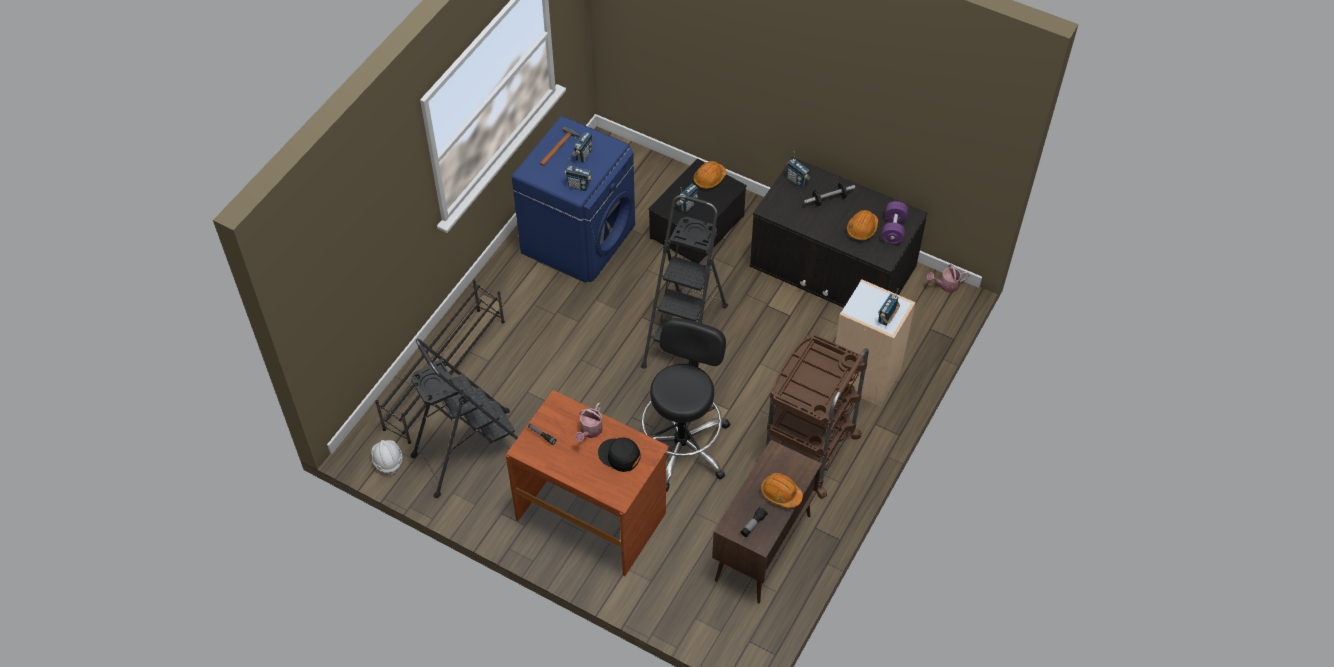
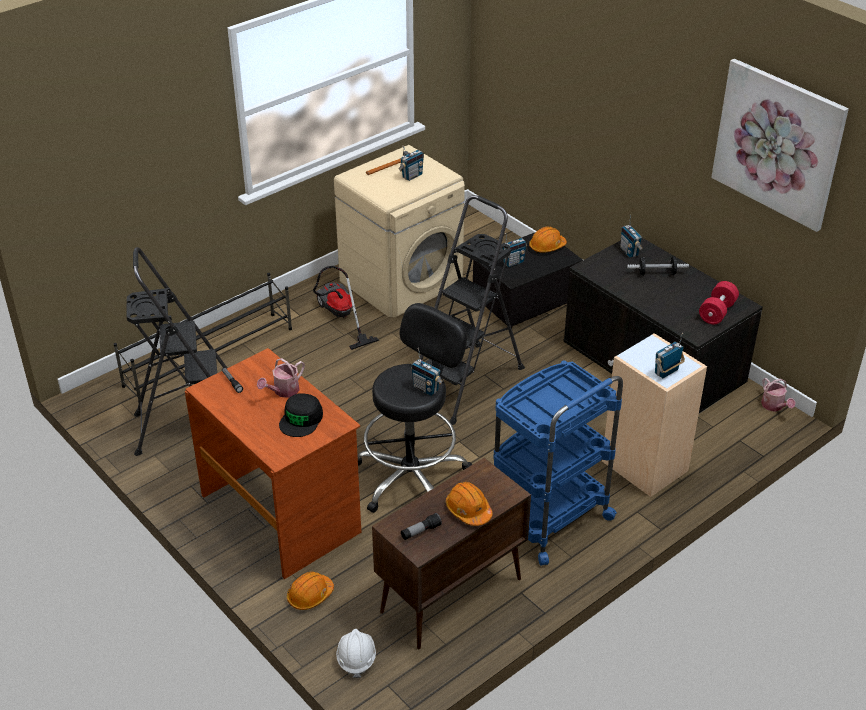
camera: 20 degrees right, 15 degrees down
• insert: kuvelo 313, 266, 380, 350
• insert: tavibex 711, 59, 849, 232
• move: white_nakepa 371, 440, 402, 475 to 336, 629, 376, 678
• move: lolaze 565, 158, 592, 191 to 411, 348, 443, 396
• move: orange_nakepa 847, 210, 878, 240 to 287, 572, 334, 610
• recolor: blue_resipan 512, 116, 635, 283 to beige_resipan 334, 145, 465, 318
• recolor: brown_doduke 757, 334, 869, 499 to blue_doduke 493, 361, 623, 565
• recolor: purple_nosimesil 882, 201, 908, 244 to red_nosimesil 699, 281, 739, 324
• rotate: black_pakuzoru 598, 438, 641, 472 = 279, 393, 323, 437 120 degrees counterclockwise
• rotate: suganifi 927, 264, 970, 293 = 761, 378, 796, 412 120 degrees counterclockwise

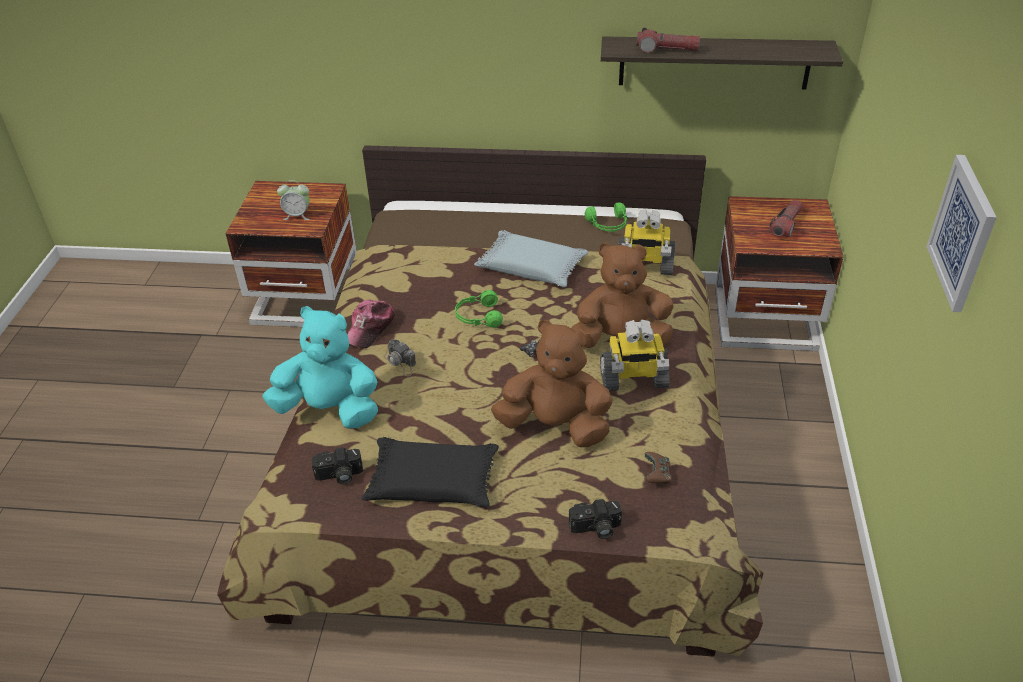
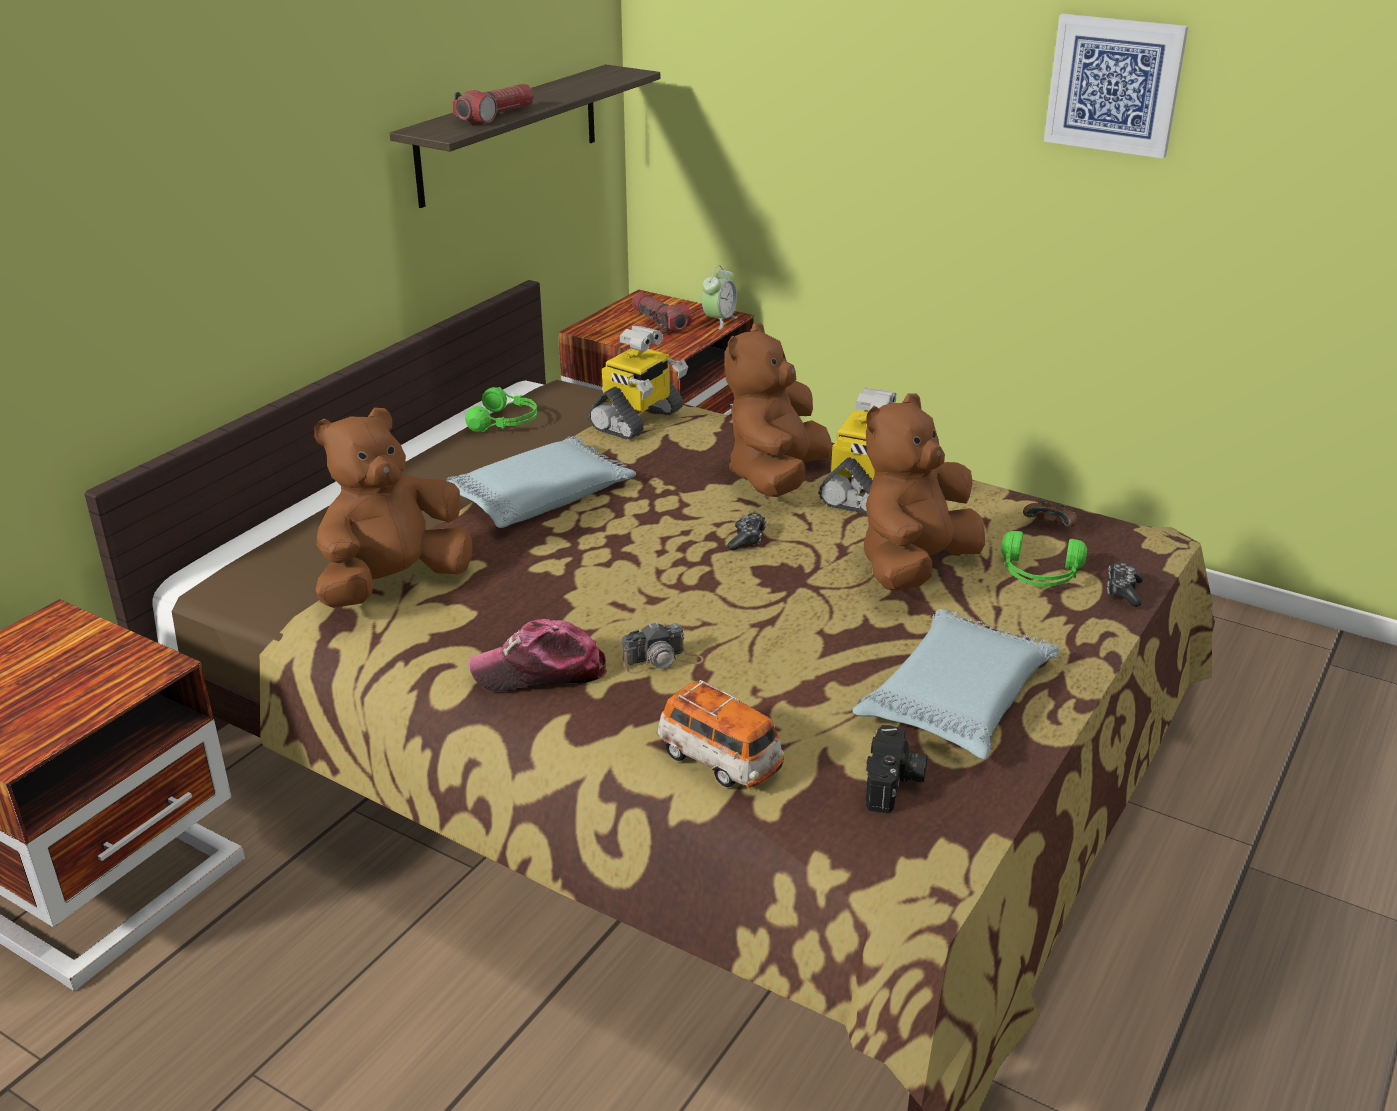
camera: 65 degrees left, 10 degrees down
• insert: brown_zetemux 314, 408, 472, 608
• move: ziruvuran 277, 180, 310, 220 to 702, 265, 737, 329
• move: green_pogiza 455, 290, 503, 328 to 1001, 531, 1087, 587
• replace: turquoise_zetemux 262, 306, 378, 428 to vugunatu 657, 680, 784, 788
• replace: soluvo 569, 499, 622, 539 to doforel 1107, 562, 1143, 607
• recolor: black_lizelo 361, 437, 499, 508 to blue_lizelo 852, 609, 1059, 759
• rotate: pakuzoru 347, 300, 395, 348 = 468, 619, 607, 691 120 degrees clockwise

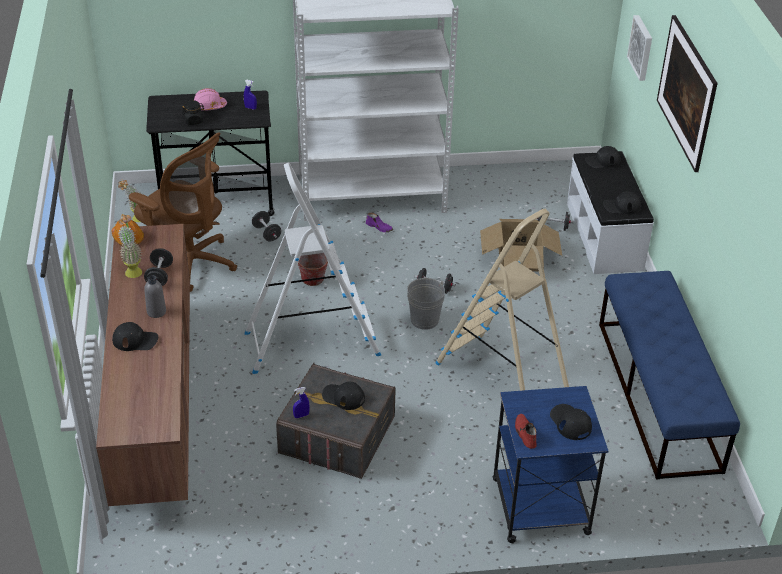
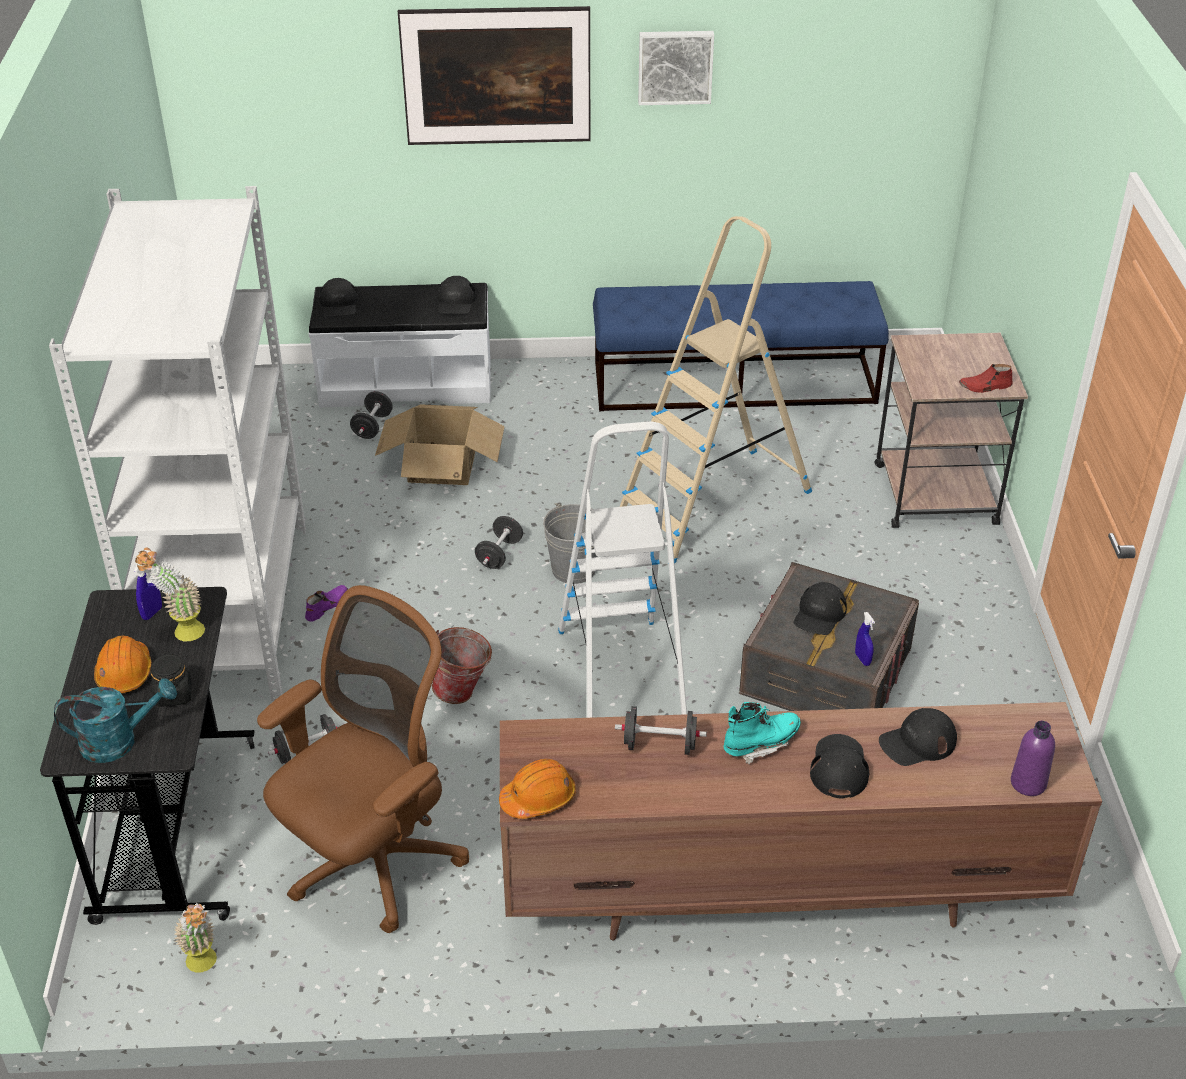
camera: 85 degrees left, 0 degrees up
• insert: turquoise_suganifi 54, 678, 177, 763
• insert: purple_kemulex 1011, 721, 1055, 796
• move: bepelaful 118, 214, 142, 278 to 135, 548, 205, 641
• move: black_pakuzoru 550, 404, 592, 440 to 879, 708, 957, 766
• move: tavibex 627, 15, 652, 81 to 638, 31, 714, 105
• replace: grey_kemulex 144, 275, 166, 318 to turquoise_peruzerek 724, 702, 801, 765
• recolor: pink_nakepa 194, 88, 227, 111 to orange_nakepa 94, 636, 151, 694
• recolor: blue_doduke 493, 386, 608, 543 to brown_doduke 874, 333, 1028, 528

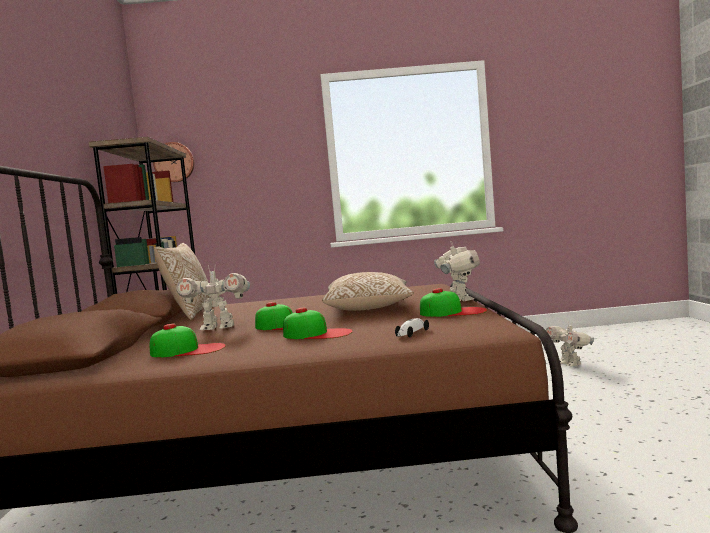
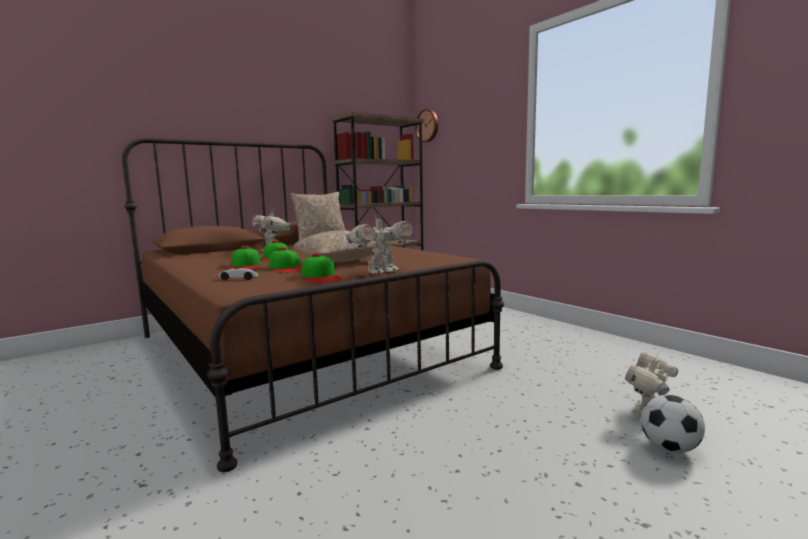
camera: 55 degrees right, 5 degrees up
• insert: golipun 641, 395, 705, 453
• move: pakuzoru 150, 324, 226, 358 to 269, 247, 302, 273

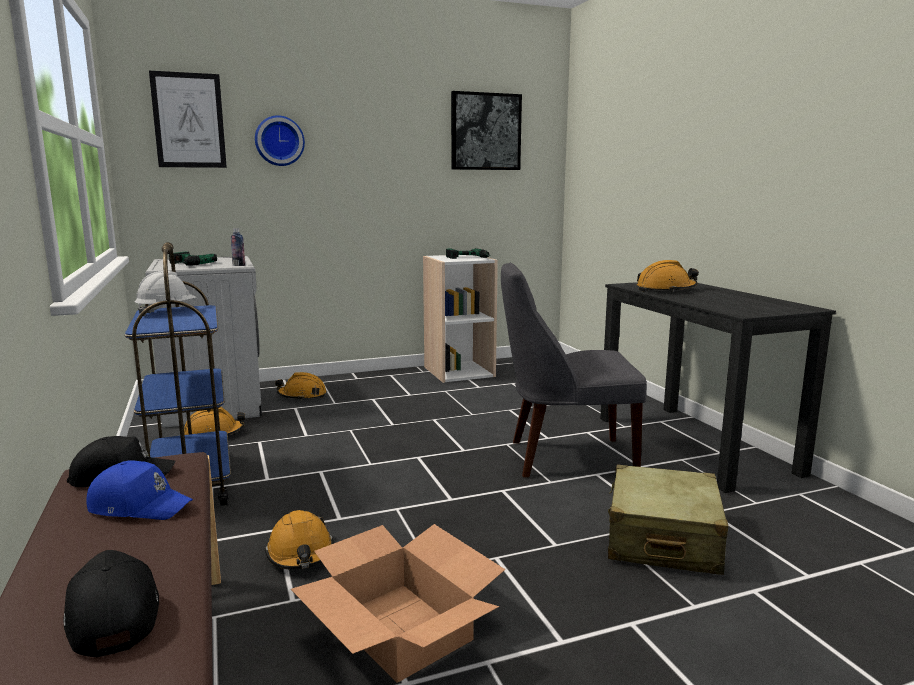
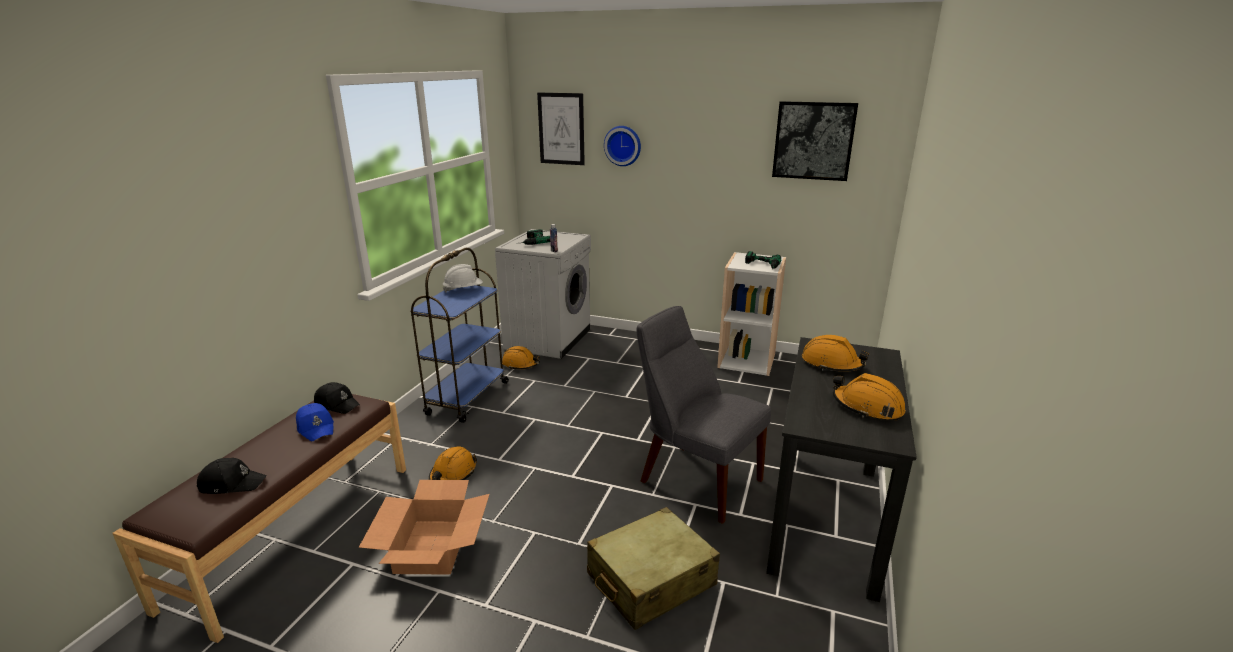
camera: 40 degrees right, 10 degrees up
• move: orange_nakepa 275, 372, 327, 400 to 833, 373, 906, 421
• rotate: black_pakuzoru 63, 550, 159, 657 = 197, 458, 267, 494 75 degrees clockwise

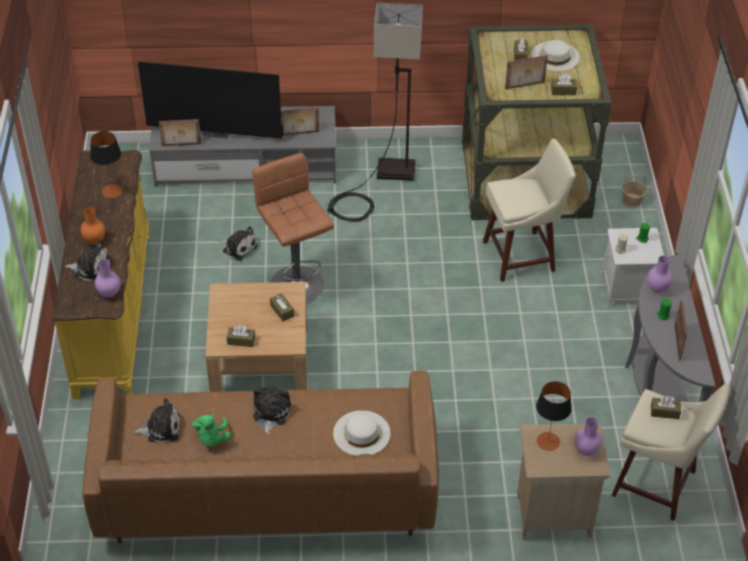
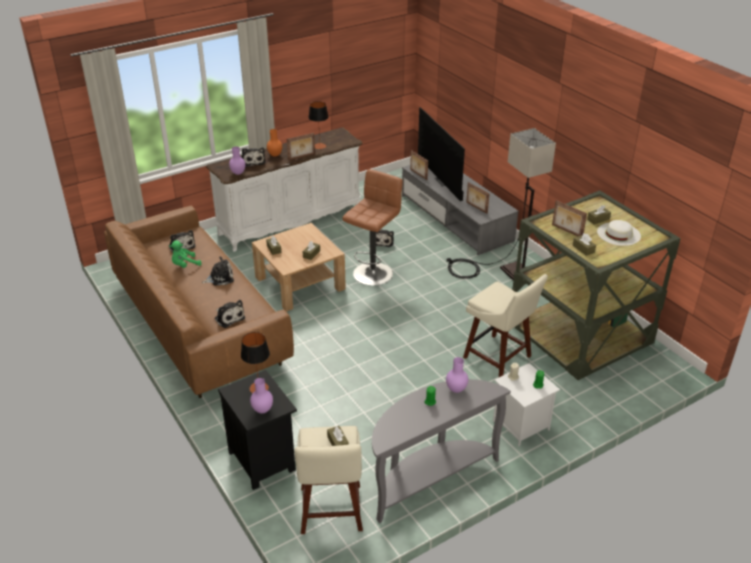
camera: 60 degrees right, 10 degrees down
• delete: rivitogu 622, 174, 647, 208
• move: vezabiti 675, 299, 687, 361 to 287, 133, 315, 161
• replace: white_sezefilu 333, 410, 391, 456 to zetemux 214, 300, 245, 328
• recolor: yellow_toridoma 53, 150, 150, 399 to white_toridoma 206, 127, 363, 252
• recolor: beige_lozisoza 517, 423, 610, 540 to black_lozisoza 218, 370, 297, 490

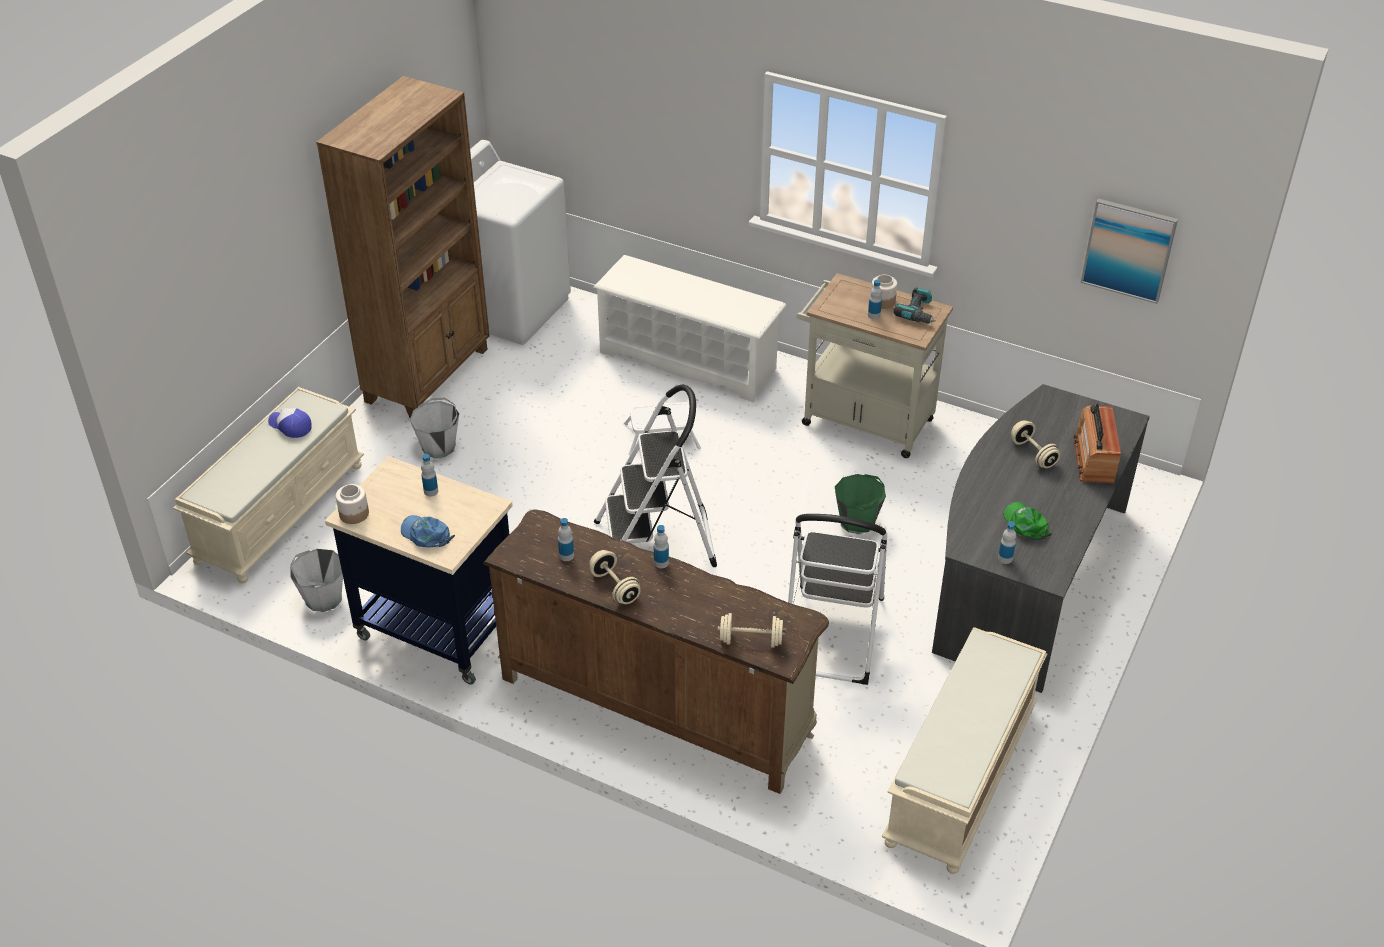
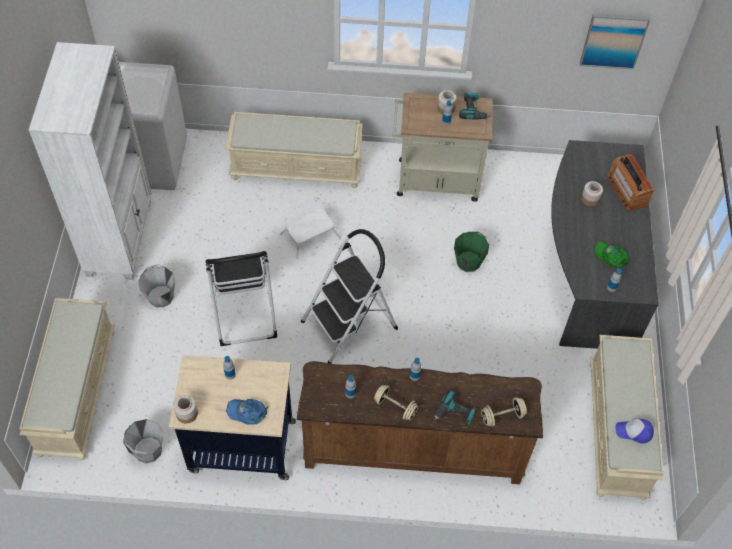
camera: 25 degrees left, 15 degrees up
• insert: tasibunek 434, 390, 476, 424
• move: pakuzoru 268, 408, 312, 438 to 616, 418, 654, 443
• move: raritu 788, 514, 887, 685 to 205, 251, 277, 346
• replace: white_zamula 593, 255, 786, 403 to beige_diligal 225, 112, 363, 188
• replace: beige_nosimesil 1011, 420, 1060, 468 to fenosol 581, 181, 603, 206
• recolor: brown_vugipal 316, 76, 490, 418 to white_vugipal 29, 42, 152, 280

